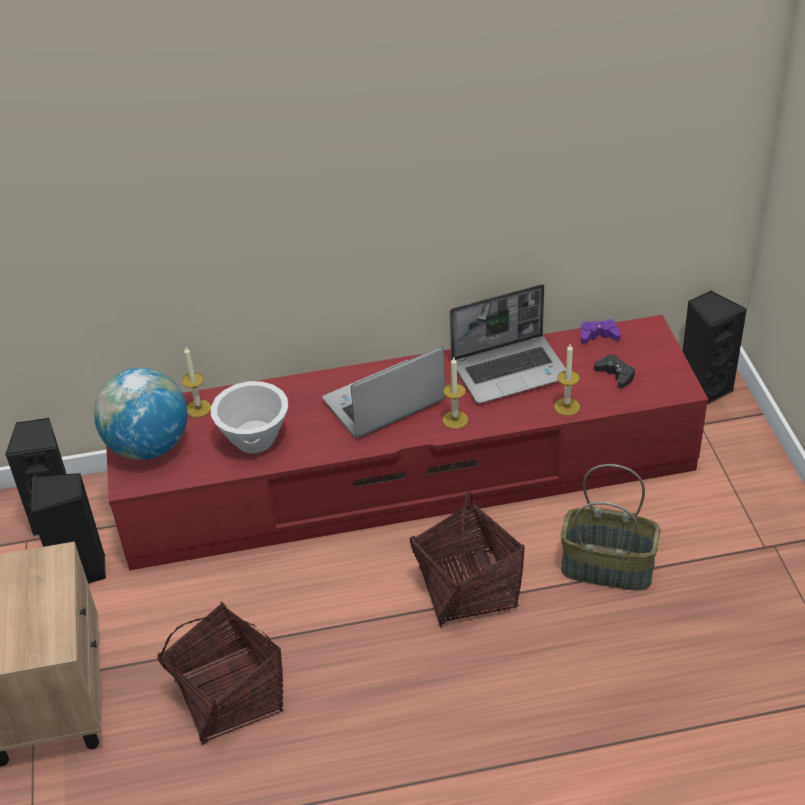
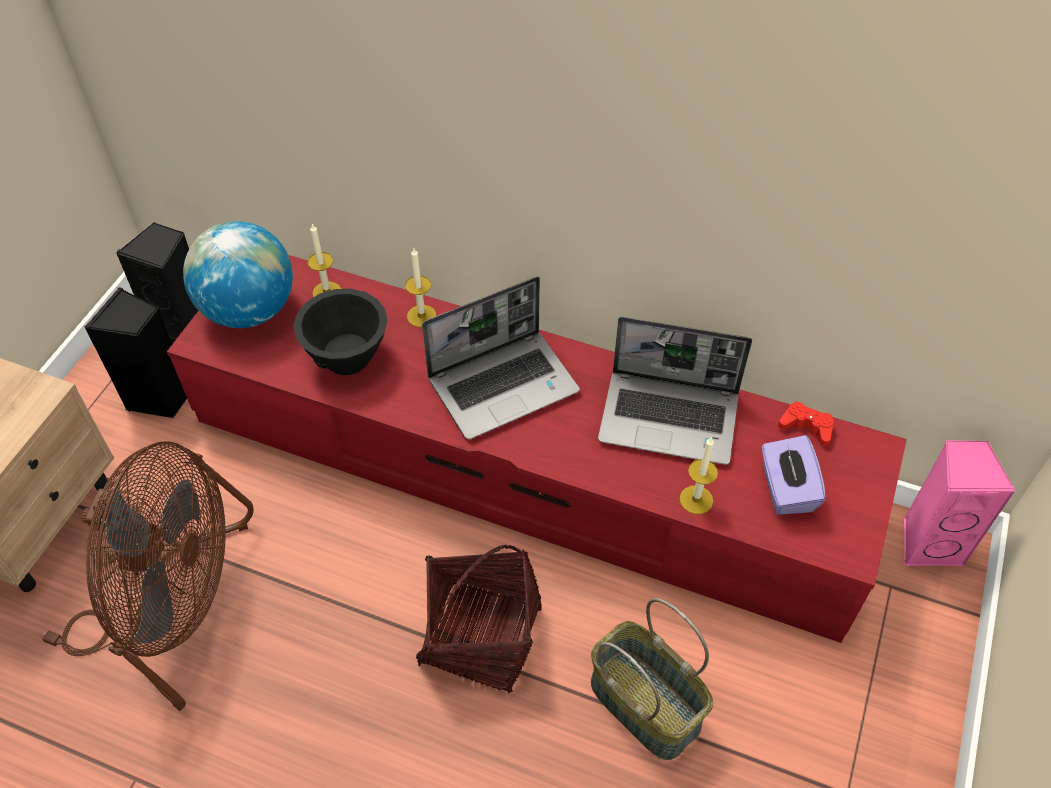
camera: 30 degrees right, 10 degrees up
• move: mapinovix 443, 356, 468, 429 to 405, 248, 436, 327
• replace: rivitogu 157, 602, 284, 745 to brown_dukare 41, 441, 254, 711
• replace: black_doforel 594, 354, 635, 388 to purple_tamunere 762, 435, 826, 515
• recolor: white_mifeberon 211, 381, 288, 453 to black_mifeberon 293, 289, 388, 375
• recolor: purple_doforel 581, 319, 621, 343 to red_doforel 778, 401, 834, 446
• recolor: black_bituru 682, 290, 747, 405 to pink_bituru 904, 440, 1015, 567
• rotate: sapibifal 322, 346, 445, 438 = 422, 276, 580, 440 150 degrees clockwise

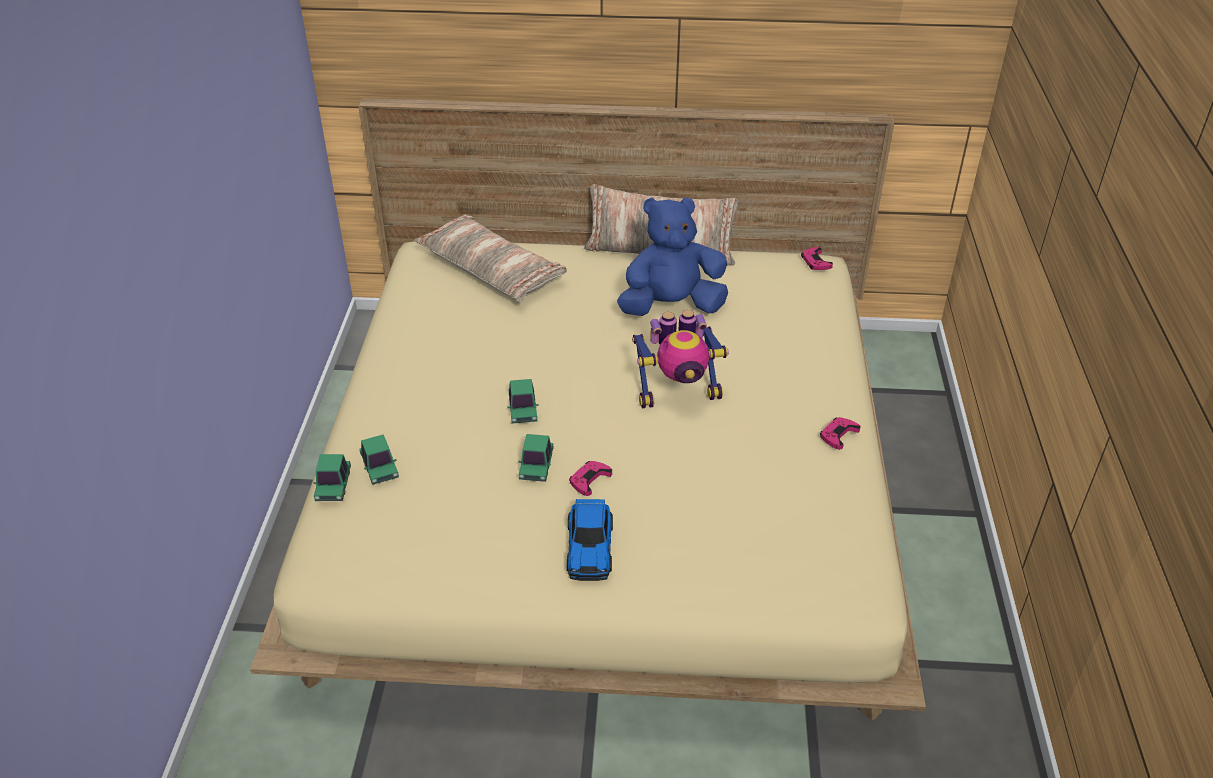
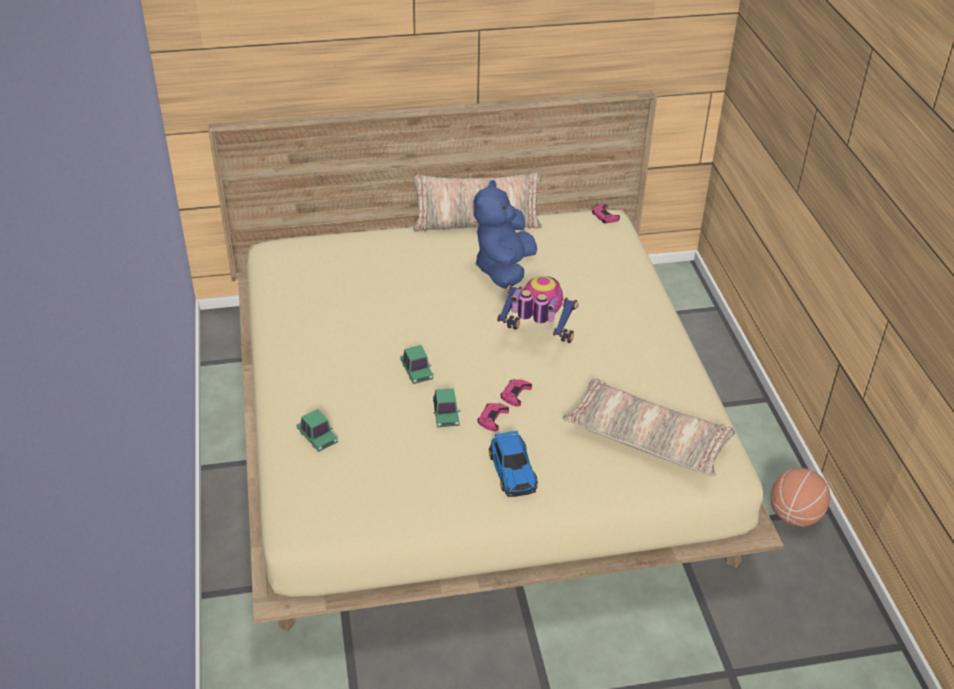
camera: 15 degrees left, 0 degrees up
• delete: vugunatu 313, 454, 351, 501
• insert: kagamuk 771, 468, 830, 527
• move: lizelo 414, 214, 567, 302 to 562, 379, 735, 477
• move: pink_doforel 820, 417, 860, 450 to 501, 379, 532, 407
• rotate: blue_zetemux 617, 197, 728, 316 = 473, 180, 537, 288 45 degrees counterclockwise
• rotate: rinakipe 632, 310, 729, 408 = 497, 276, 579, 343 135 degrees counterclockwise

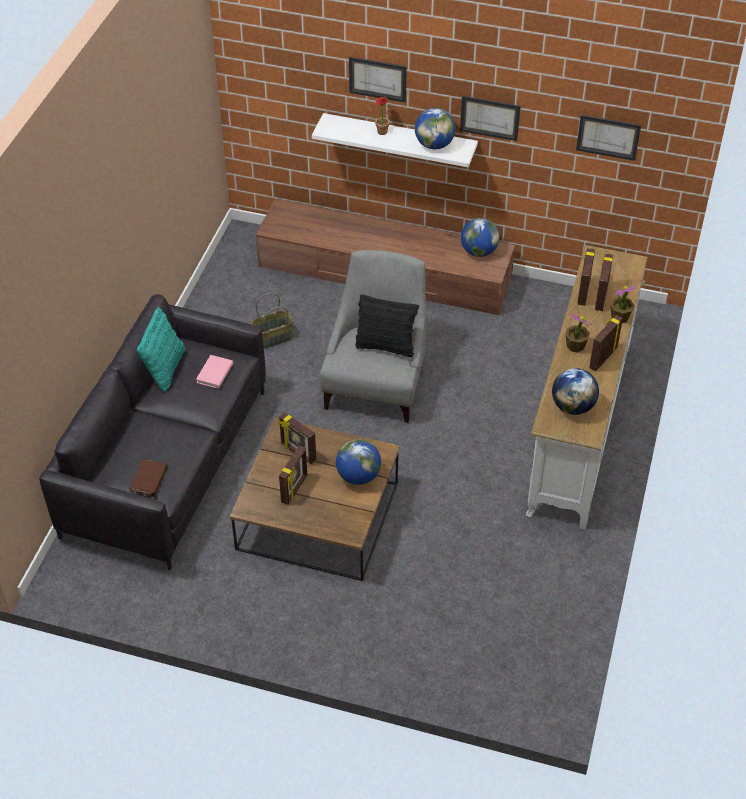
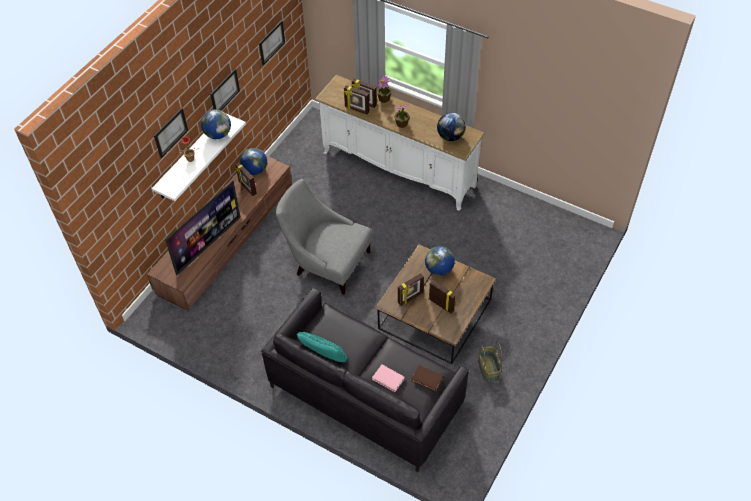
camera: 75 degrees left, 5 degrees up
• delete: black_lizelo 355, 294, 419, 357
• insert: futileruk 165, 181, 241, 275
• move: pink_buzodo 196, 355, 233, 389 to 372, 365, 405, 392
• move: rivitogu 251, 293, 293, 349 to 478, 341, 502, 383
• move: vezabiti 589, 315, 623, 371 to 235, 163, 257, 196

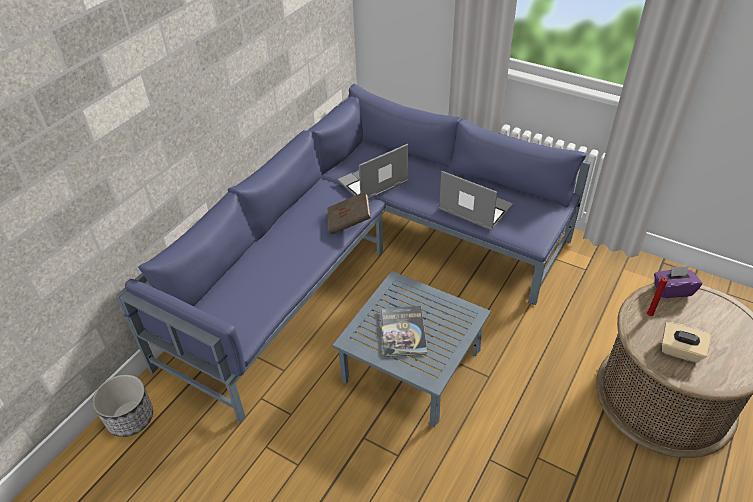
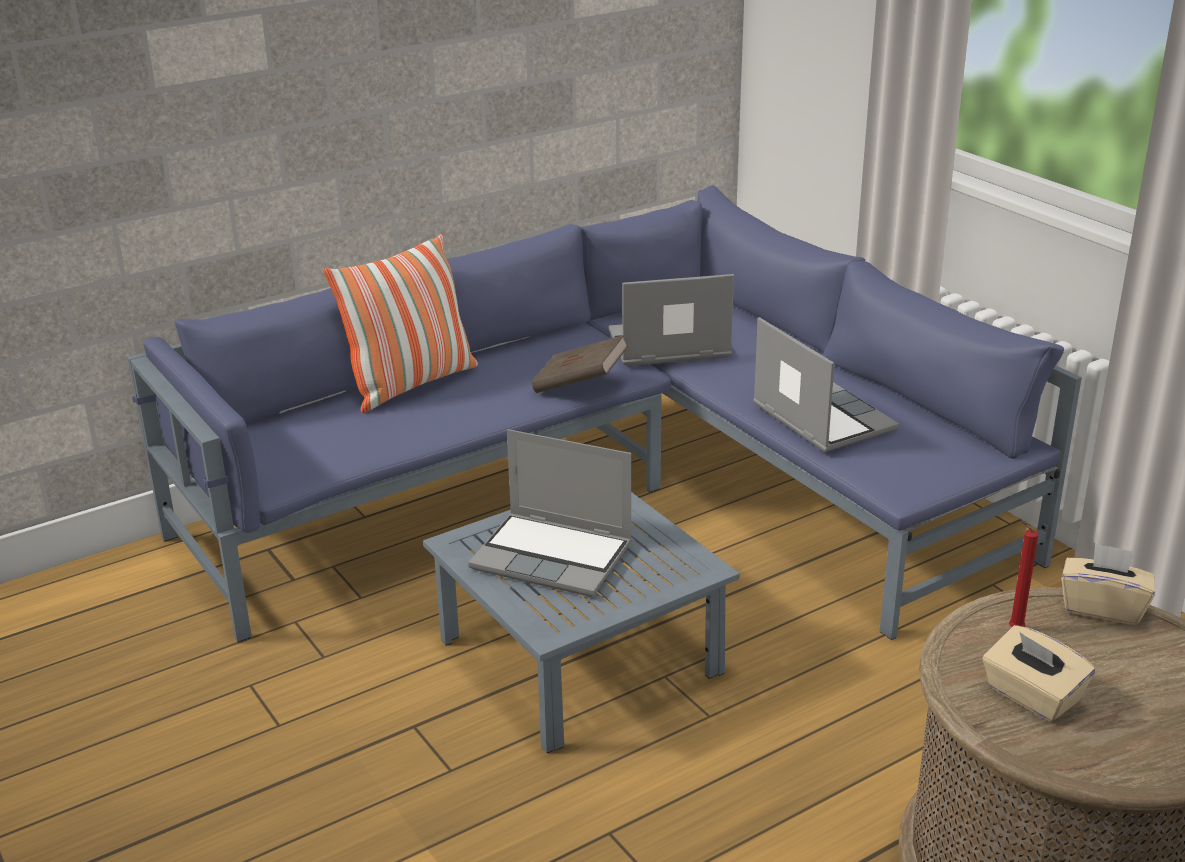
camera: 25 degrees right, 15 degrees down
• delete: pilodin 92, 374, 153, 437
• insert: lizelo 324, 234, 478, 413
• replace: buzodo 380, 306, 427, 357 to sapibifal 468, 429, 632, 597
• recolor: purple_tamunere 654, 266, 703, 298 to beige_tamunere 1061, 543, 1155, 625

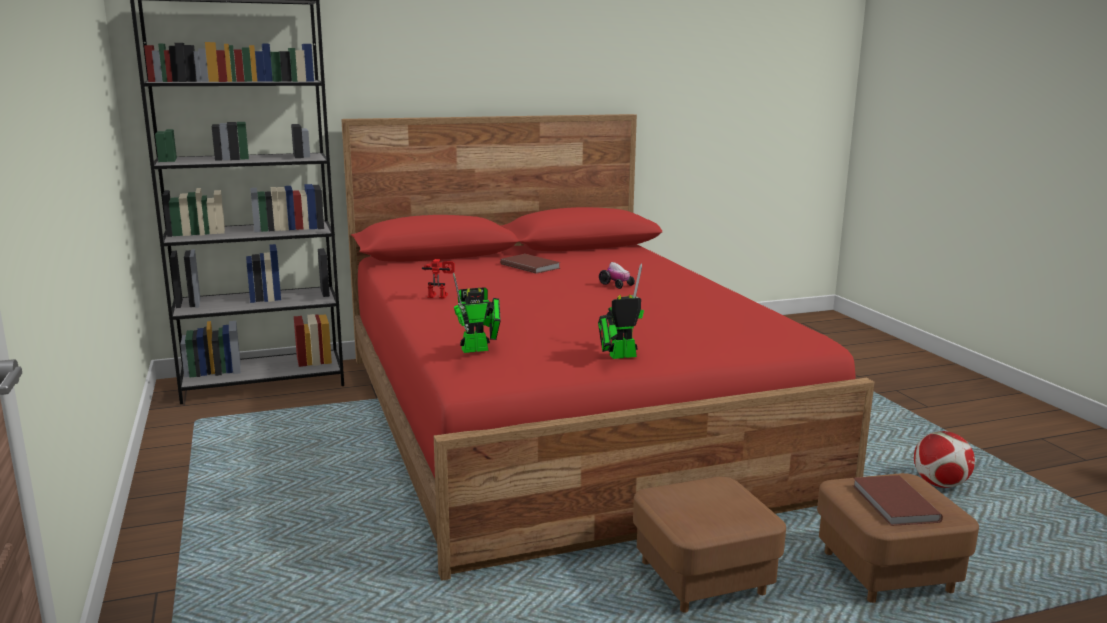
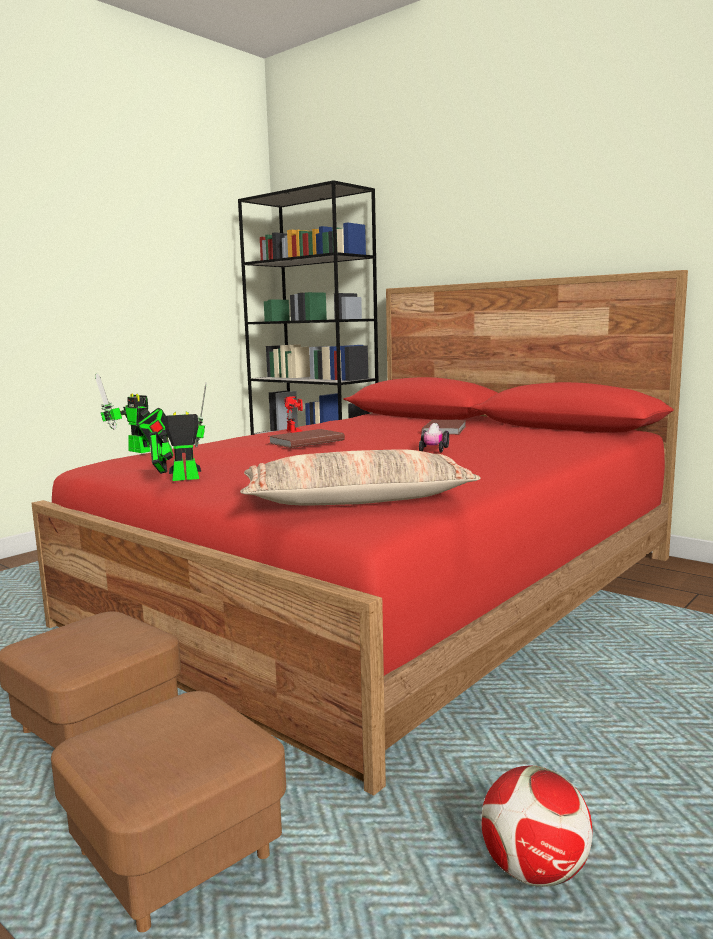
camera: 60 degrees right, 5 degrees down
• insert: lizelo 240, 449, 481, 506
• move: brown_buzodo 853, 475, 943, 526 to 269, 429, 345, 448
• rotate: rinakipe 598, 263, 644, 359 = 149, 382, 207, 481 60 degrees counterclockwise

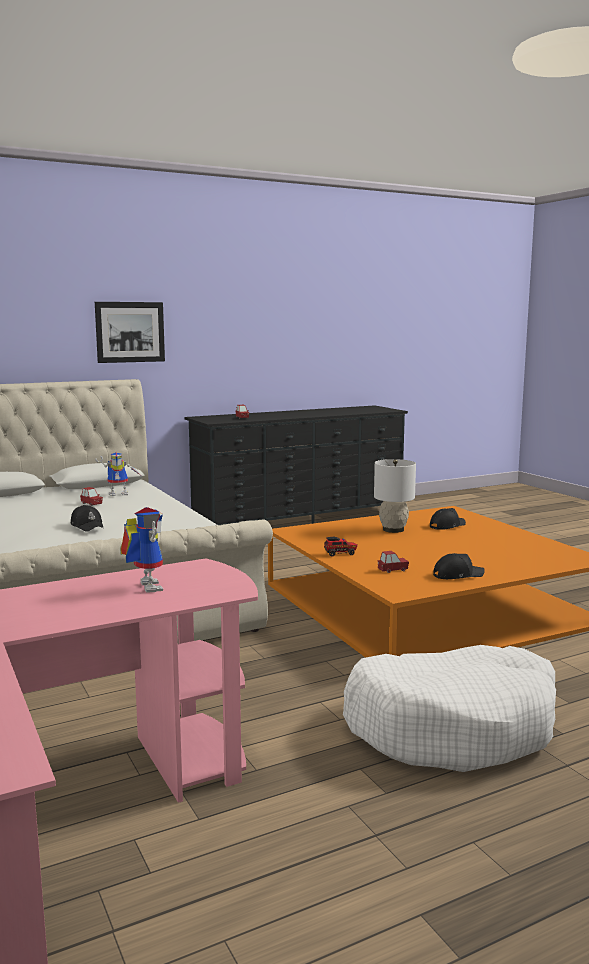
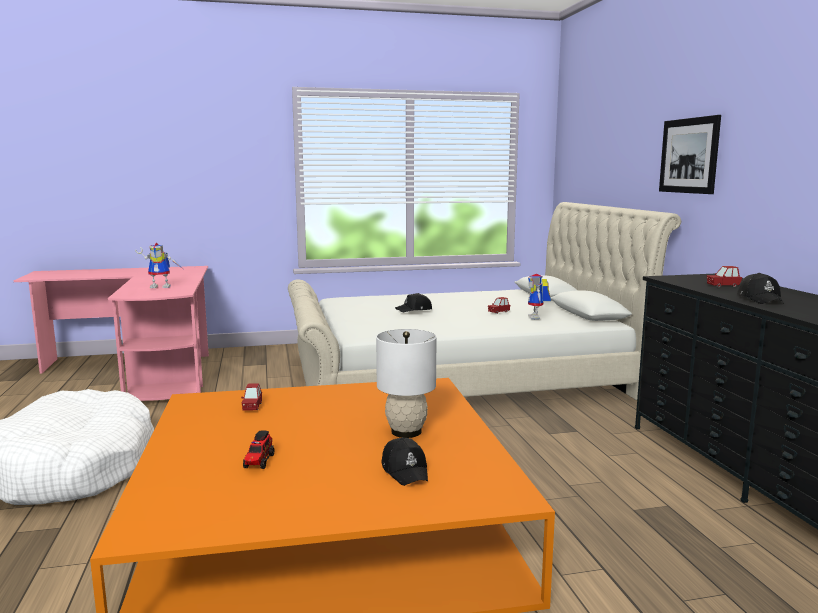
camera: 105 degrees right, 0 degrees up
• move: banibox 324, 537, 358, 556 to 243, 430, 274, 469
• move: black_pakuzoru 433, 553, 485, 579 to 737, 273, 784, 304

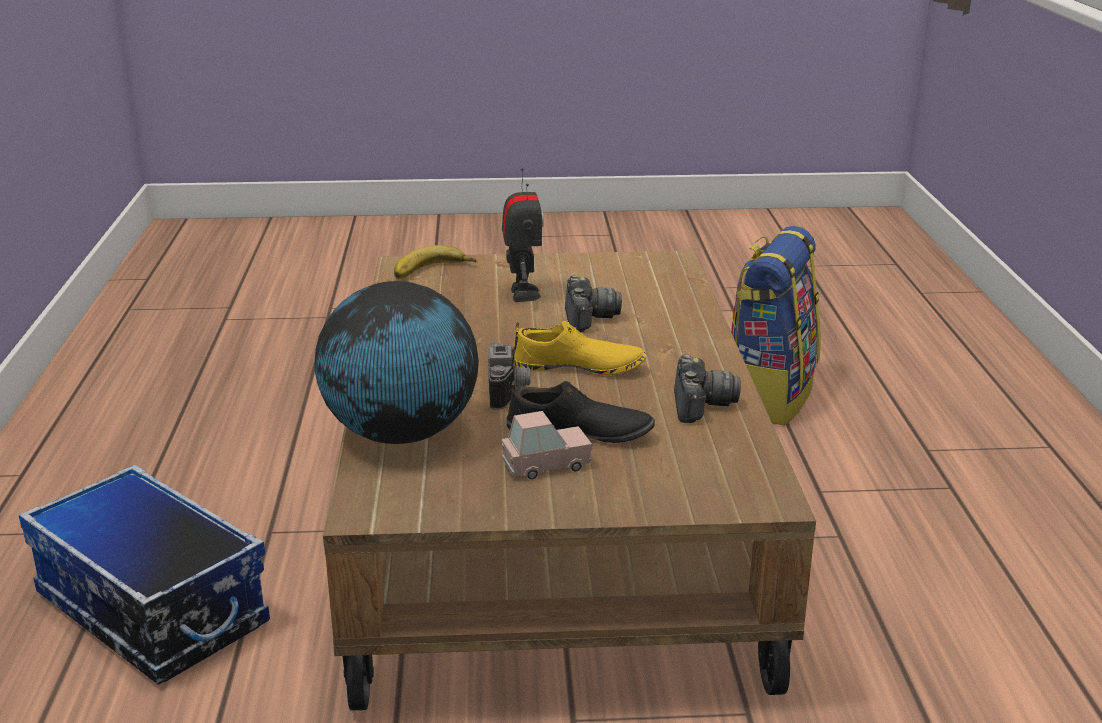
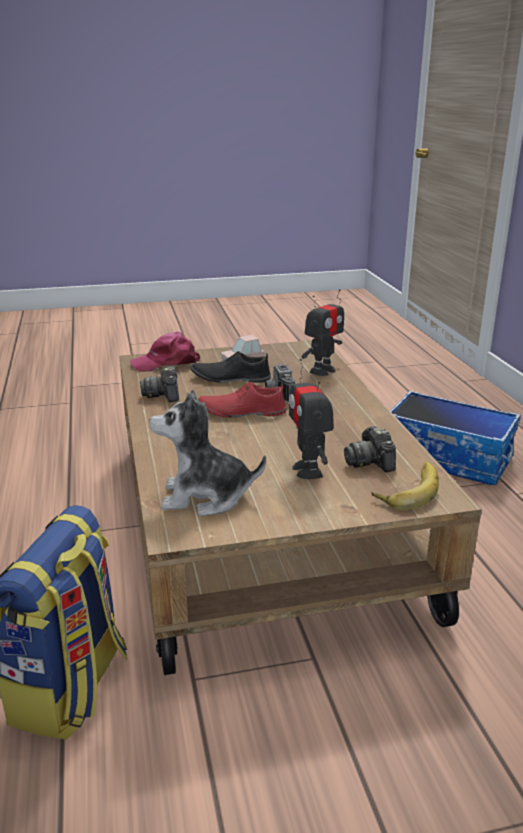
camera: 170 degrees right, 0 degrees up
• insert: pink_pakuzoru 130, 332, 200, 372
• insert: zetemux 150, 390, 266, 516
• move: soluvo 565, 276, 622, 332 to 344, 426, 396, 473
• replace: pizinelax 315, 281, 479, 444 to rinakipe 302, 289, 344, 376
• recolor: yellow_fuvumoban 514, 321, 646, 375 to red_fuvumoban 197, 382, 286, 418

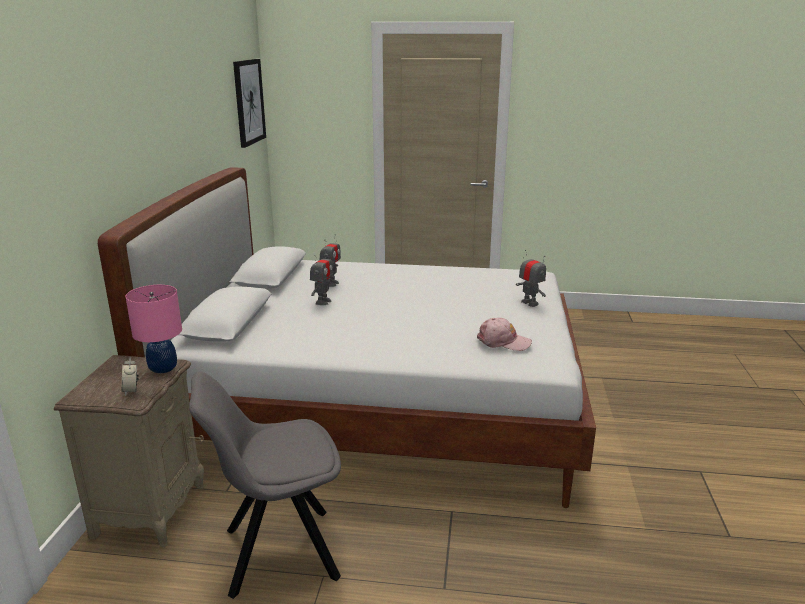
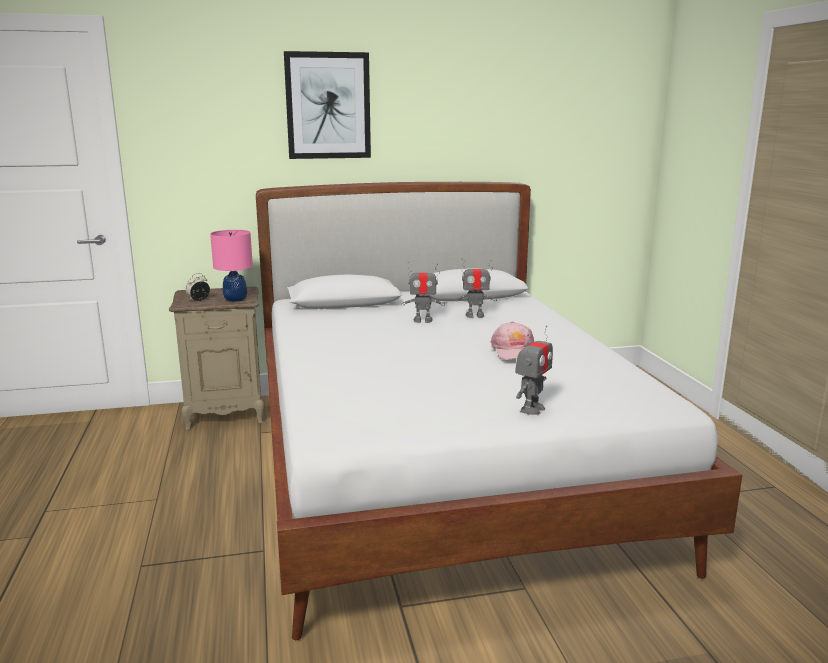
camera: 70 degrees right, 5 degrees down
• delete: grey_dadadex 189, 371, 341, 599
• move: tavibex 233, 59, 266, 148 to 284, 51, 371, 159
• move: pink_pakuzoru 477, 318, 532, 351 to 490, 321, 534, 360

